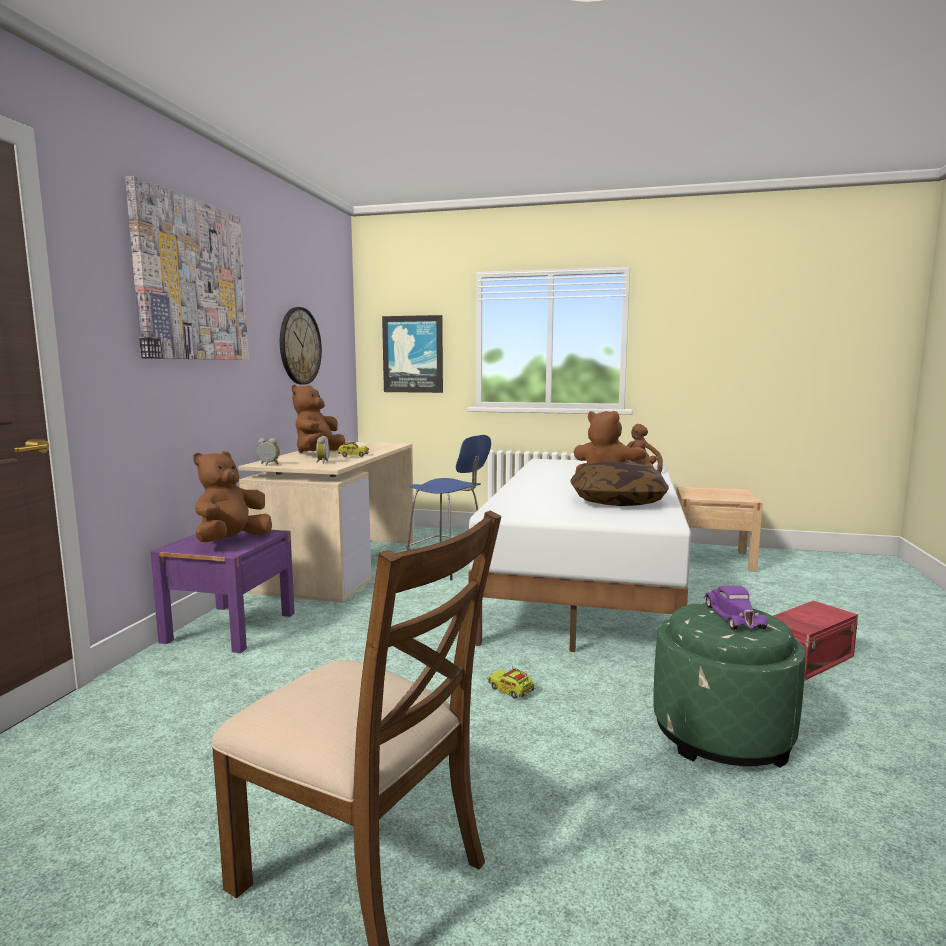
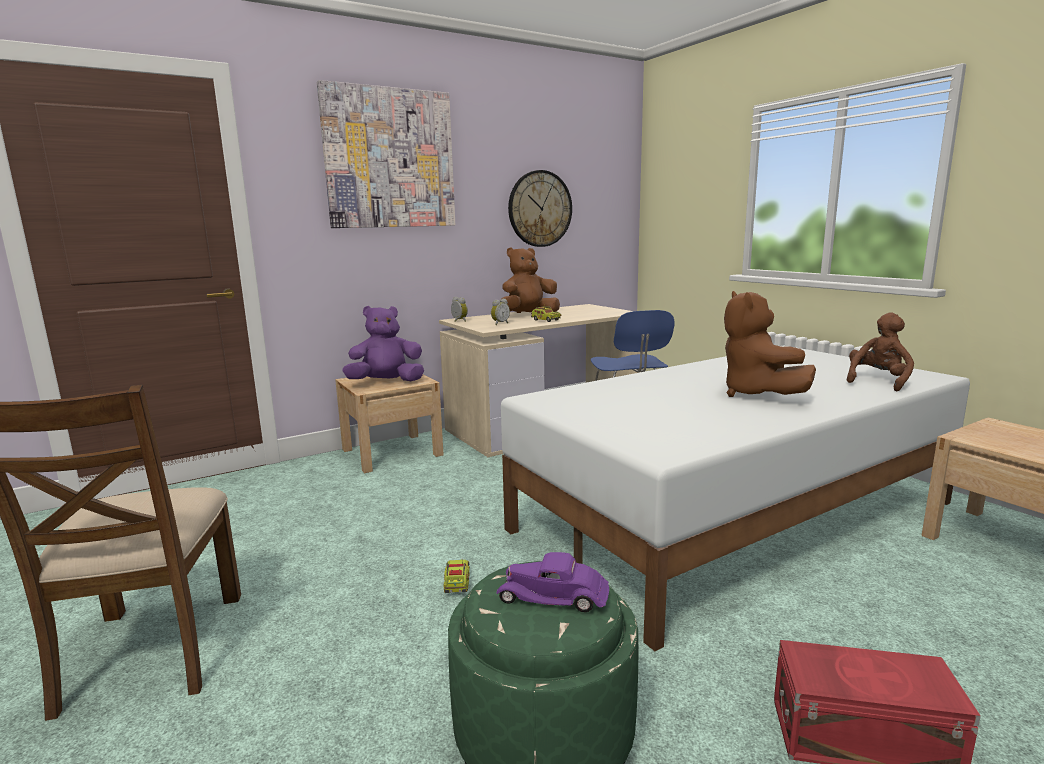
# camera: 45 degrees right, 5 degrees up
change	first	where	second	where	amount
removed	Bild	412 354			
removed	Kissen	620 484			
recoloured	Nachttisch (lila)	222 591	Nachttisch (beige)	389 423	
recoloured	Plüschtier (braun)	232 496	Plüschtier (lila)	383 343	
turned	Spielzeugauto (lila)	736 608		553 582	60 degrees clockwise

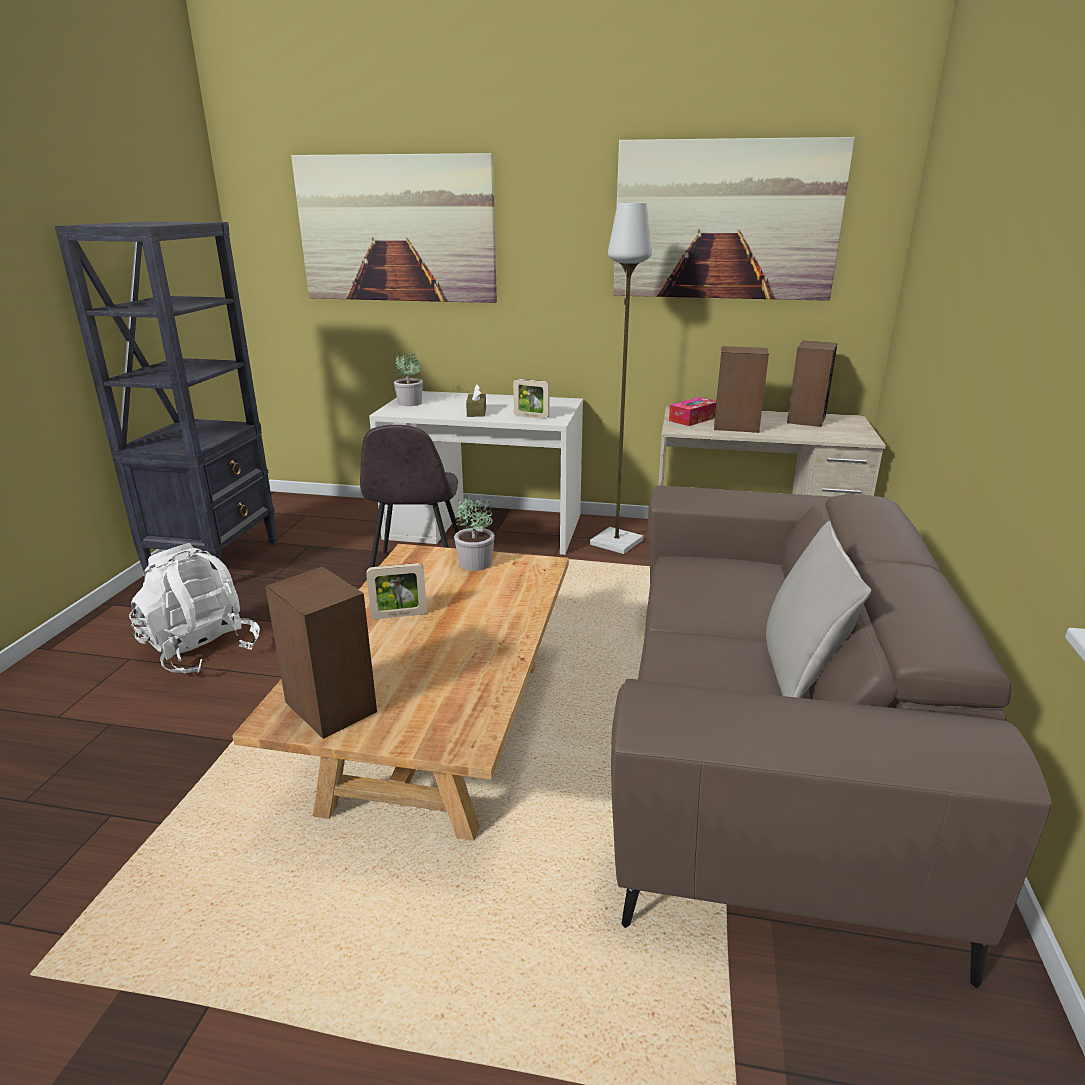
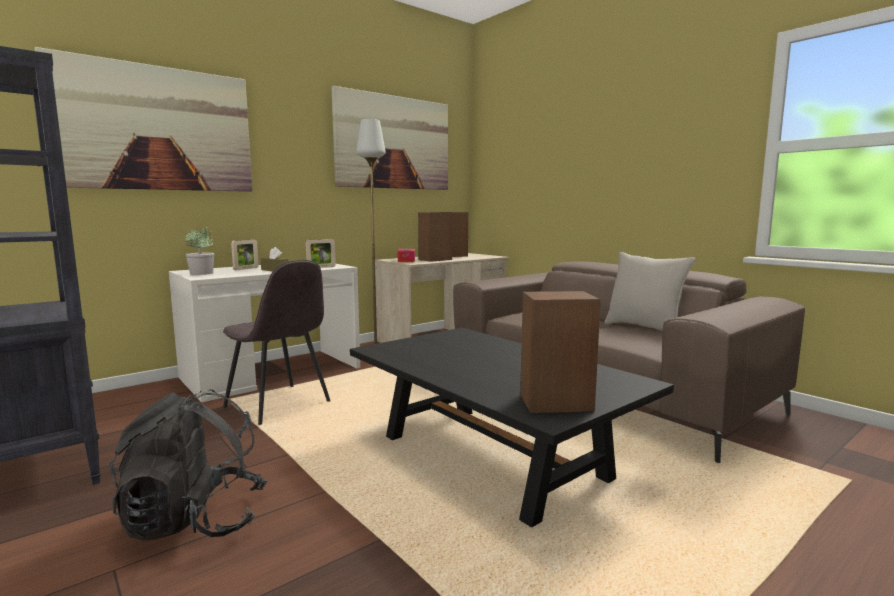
# camera: 50 degrees left, 15 degrees down
change	first	where	second	where	amount
removed	Topfpflanze	474 534			
moved	Bilderrahmen	396 591		245 254	
recoloured	Rucksack (weiß)	194 608	Rucksack (schwarz)	188 465	
recoloured	Couchtisch (beige)	400 692	Couchtisch (schwarz)	512 427	

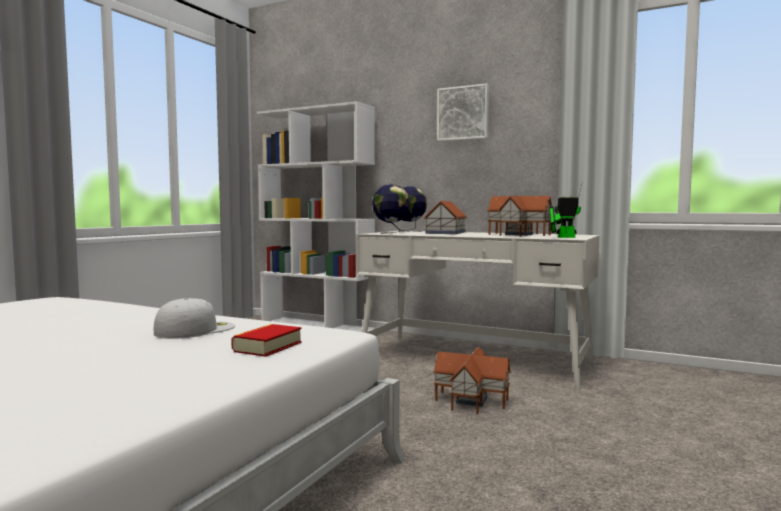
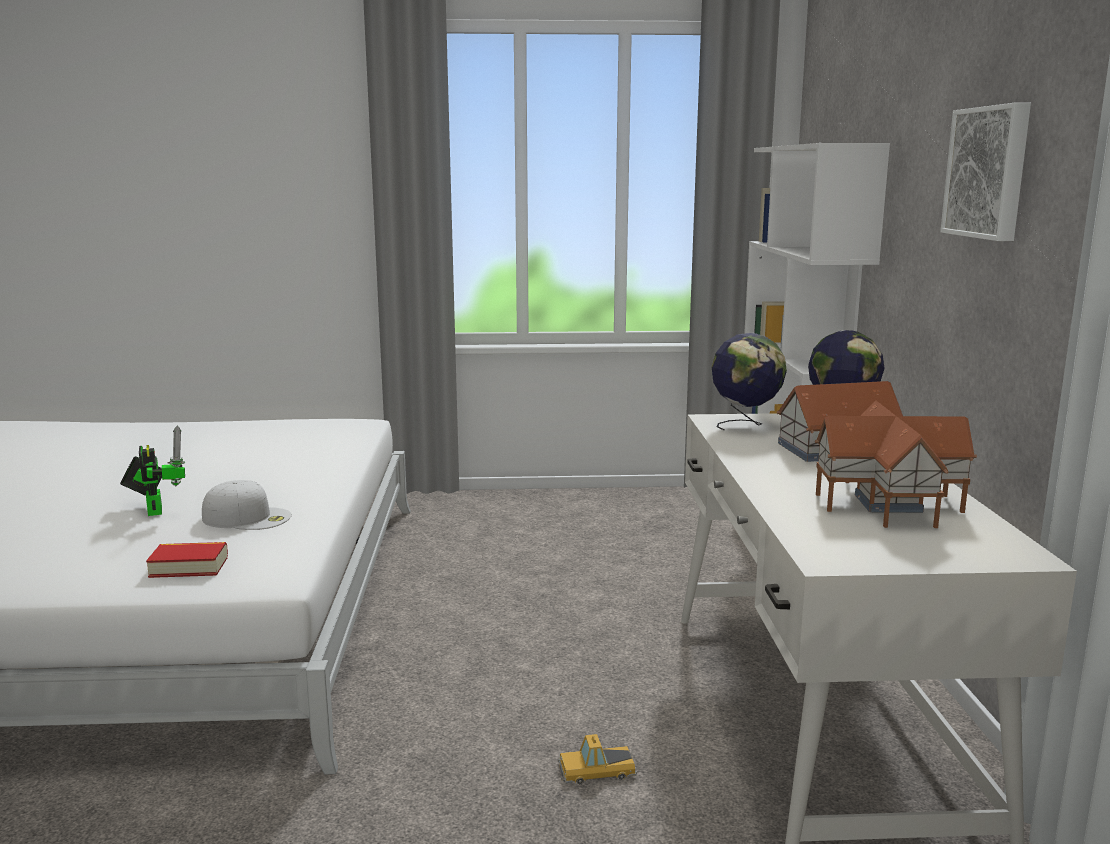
# camera: 60 degrees right, 10 degrees up
change	first	where	second	where	amount
moved	Spielzeugroboter	565 210		152 470	
replaced	Spielzeughaus	472 380	Spielzeugauto	597 759	

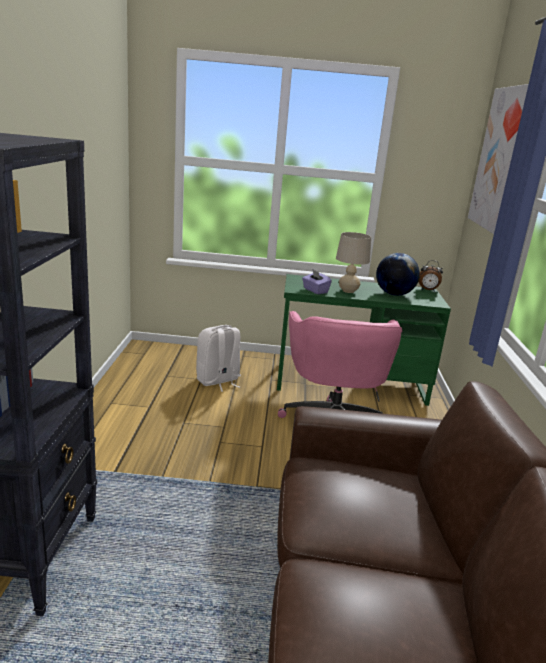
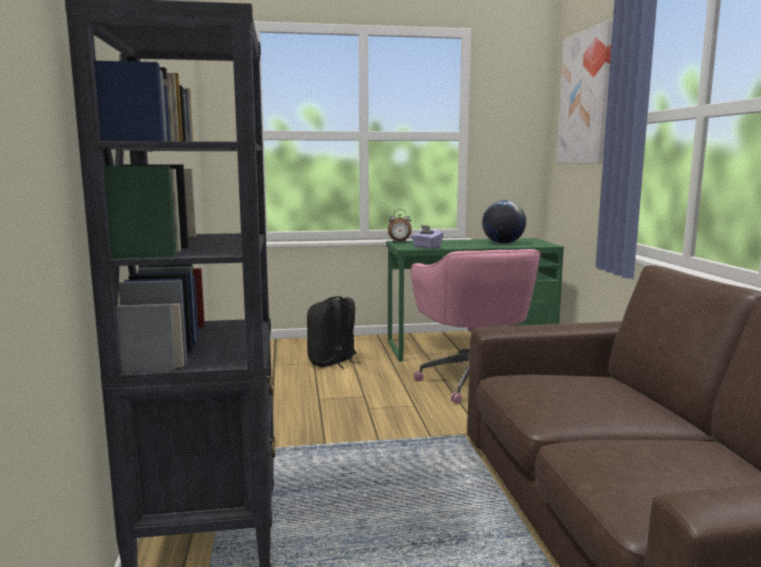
# camera: 10 degrees left, 10 degrees down
change	first	where	second	where	amount
removed	Tischlampe (beige)	353 262			
moved	Wecker	430 276		400 225	
recoloured	Rucksack (weiß)	218 358	Rucksack (schwarz)	333 332	

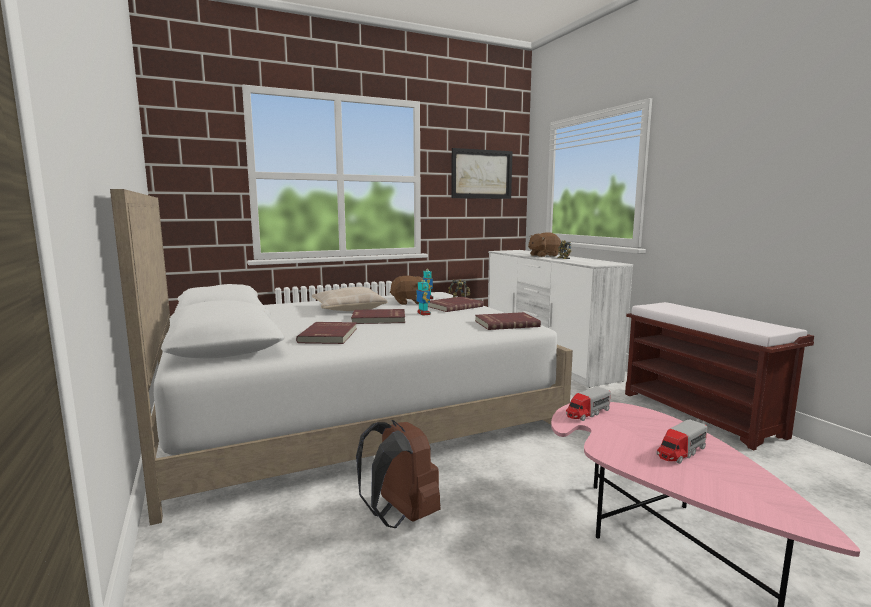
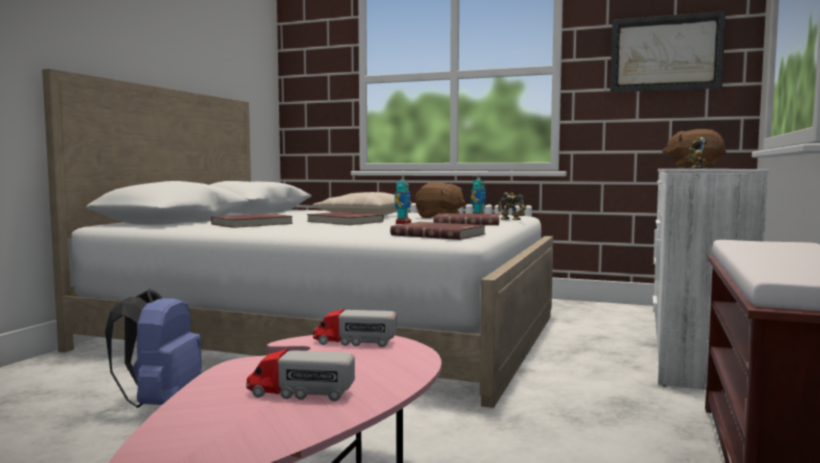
# camera: 45 degrees right, 5 degrees down
change	first	where	second	where	amount
recoloured	Rucksack (braun)	398 474	Rucksack (blau)	154 348	

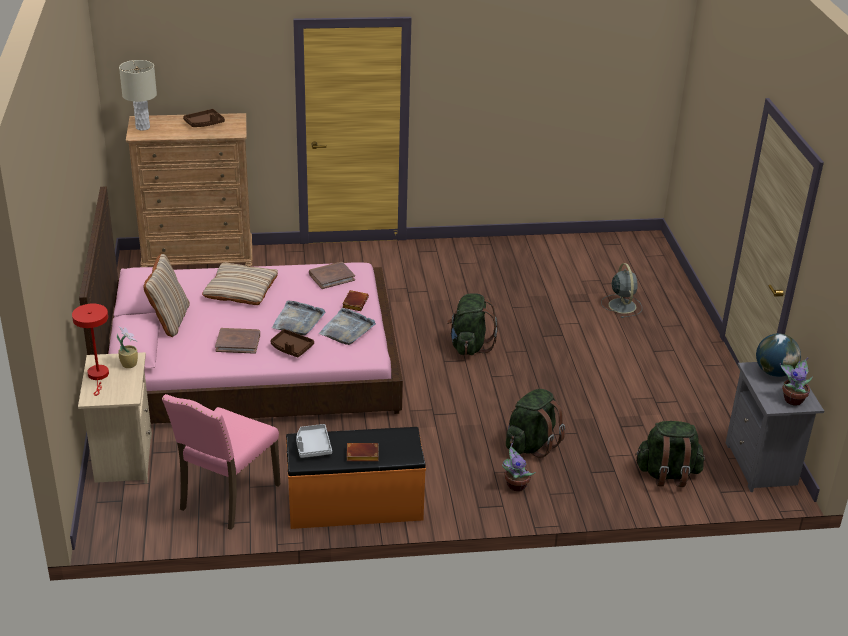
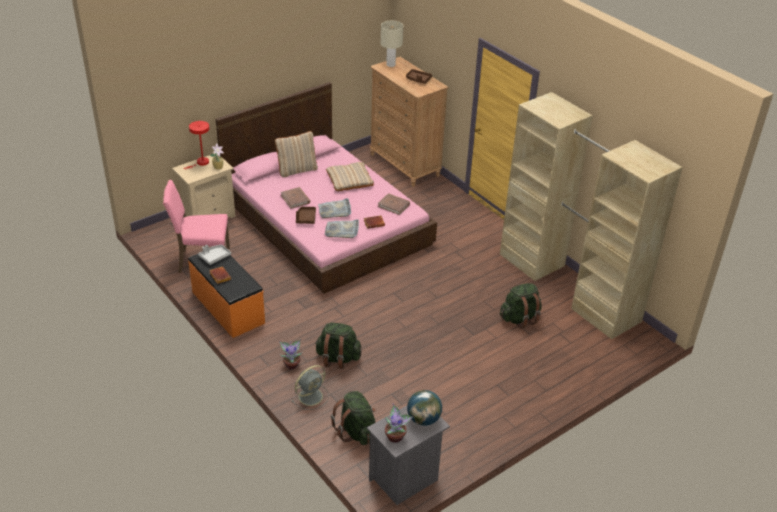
# camera: 60 degrees right, 5 degrees up
change	first	where	second	where	amount
added			Kleiderschrank (beige)	591 215	
moved	Rucksack (grün)	472 324		521 306	
moved	Ventilator (grau)	621 290		310 387	

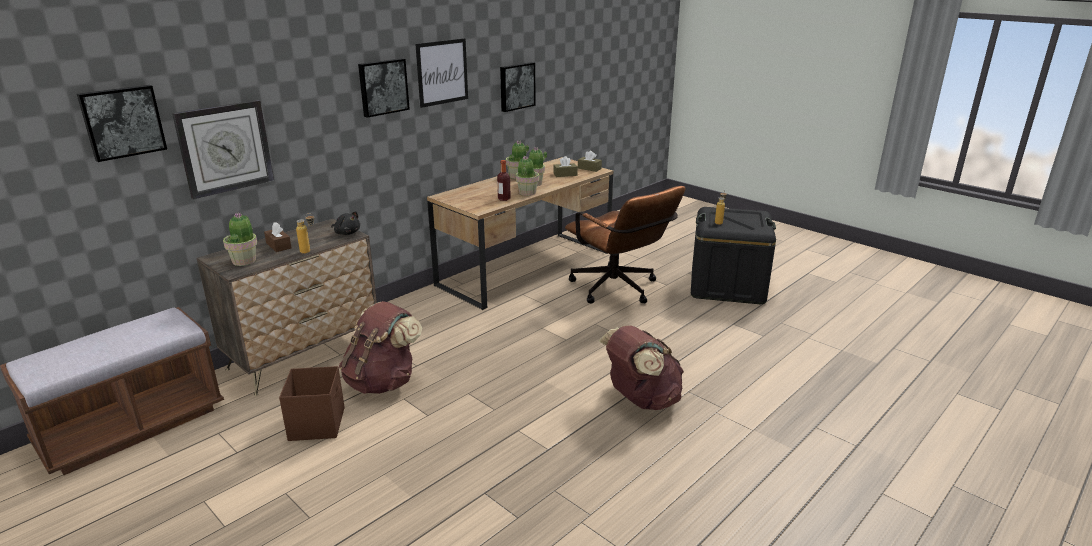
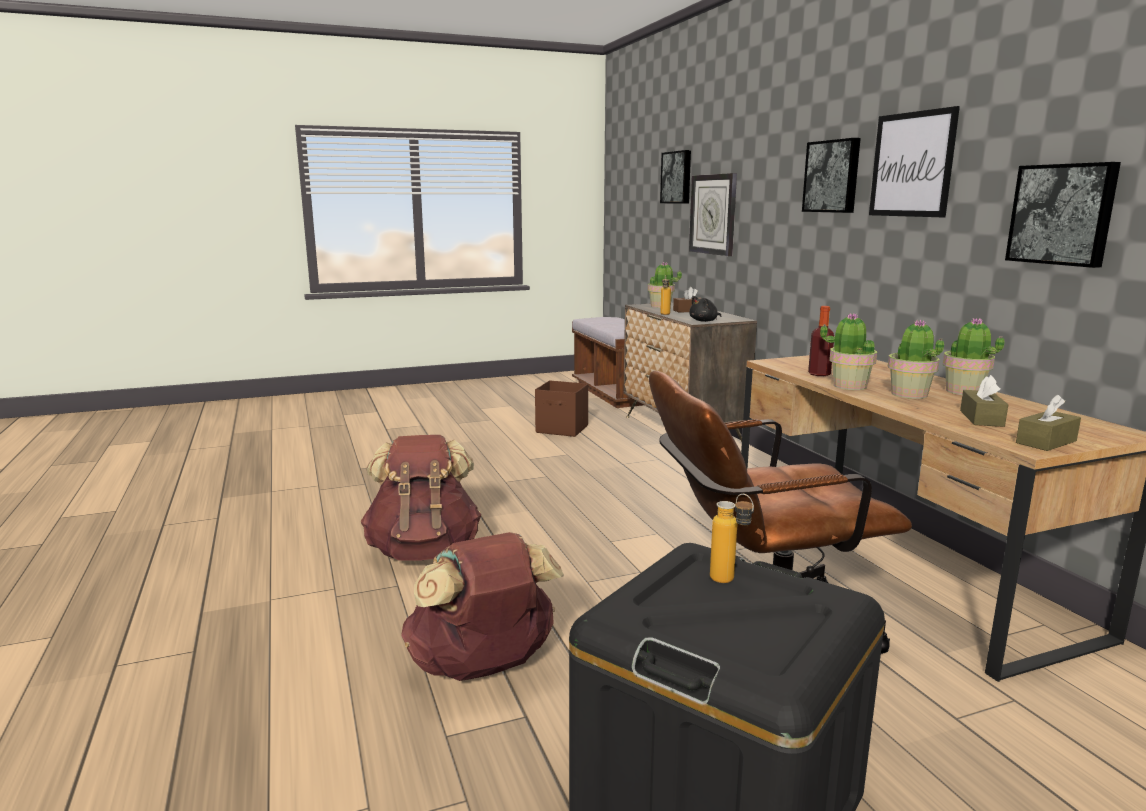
# camera: 115 degrees right, 10 degrees down
change	first	where	second	where	amount
moved	Rucksack (braun)	380 347		482 606	

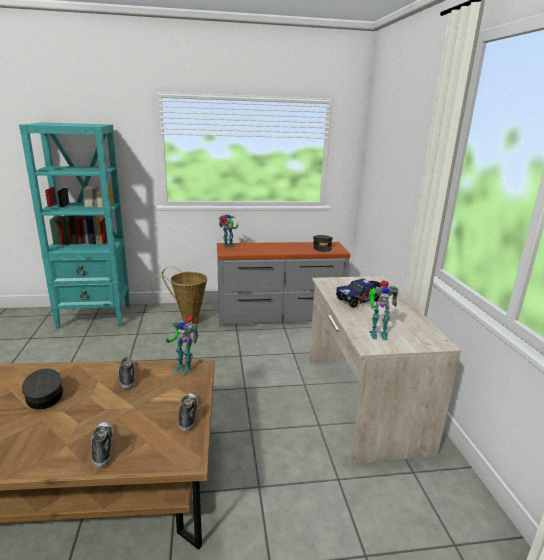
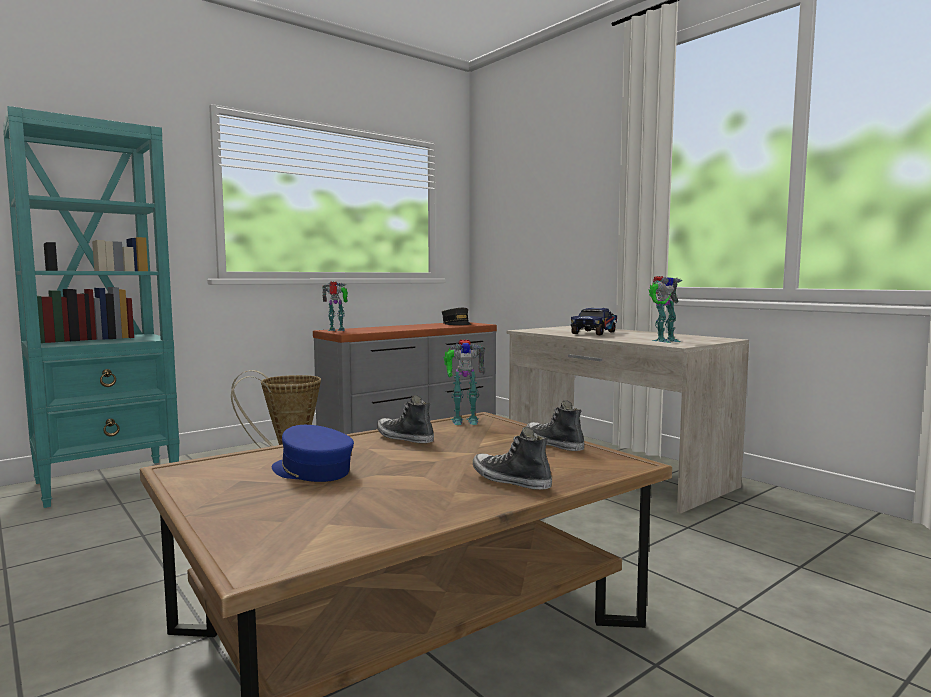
# camera: 30 degrees left, 15 degrees down
change	first	where	second	where	amount
recoloured	Kappe (grau)	43 388	Kappe (blau)	313 453	

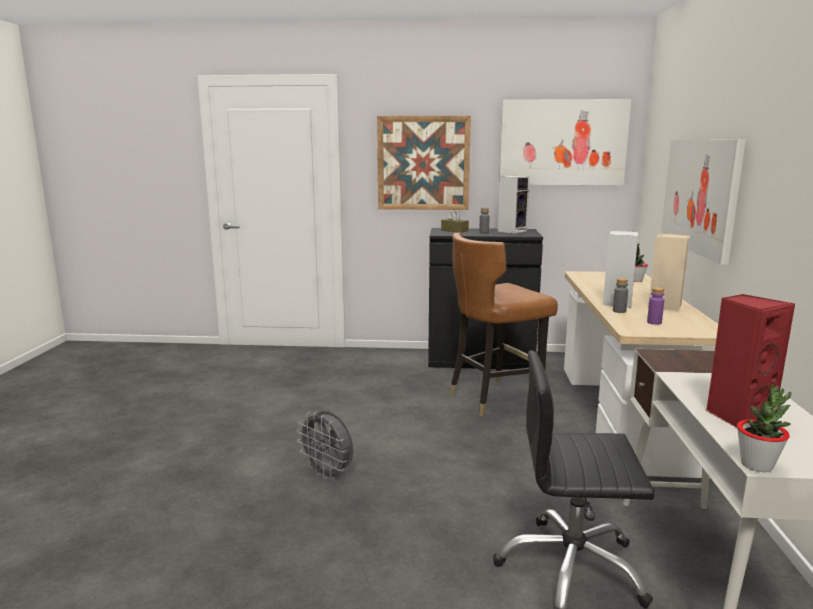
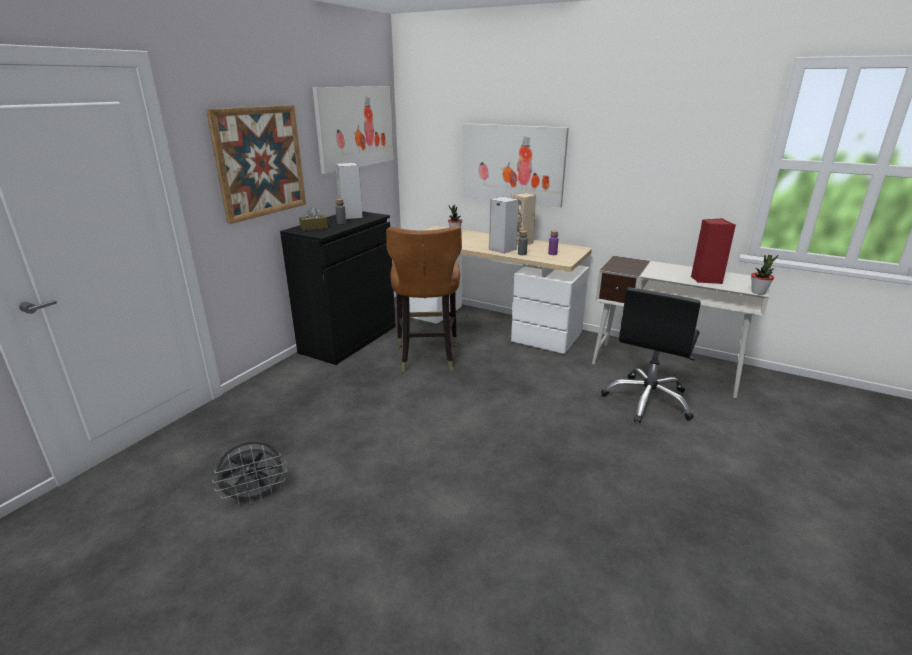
# camera: 65 degrees left, 10 degrees up
change	first	where	second	where	amount
moved	Ventilator (grau)	325 445		249 473	

